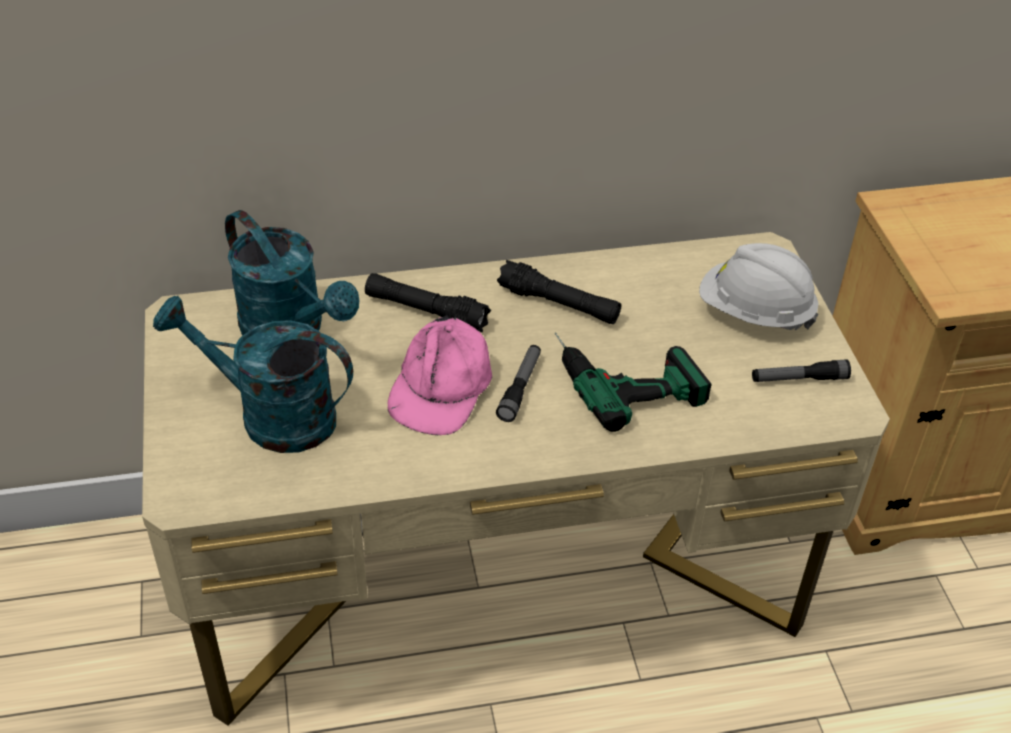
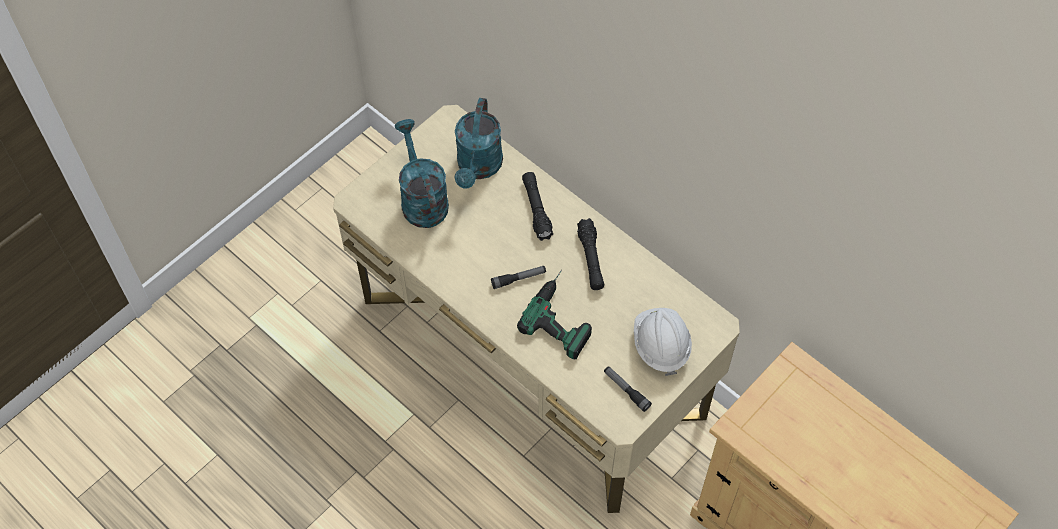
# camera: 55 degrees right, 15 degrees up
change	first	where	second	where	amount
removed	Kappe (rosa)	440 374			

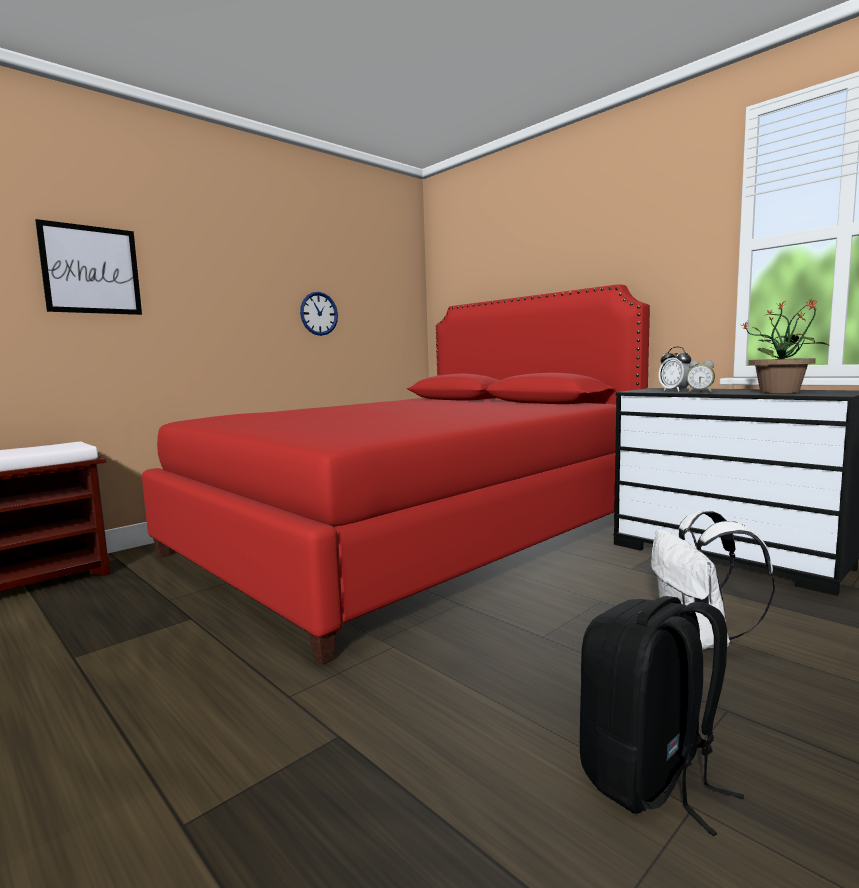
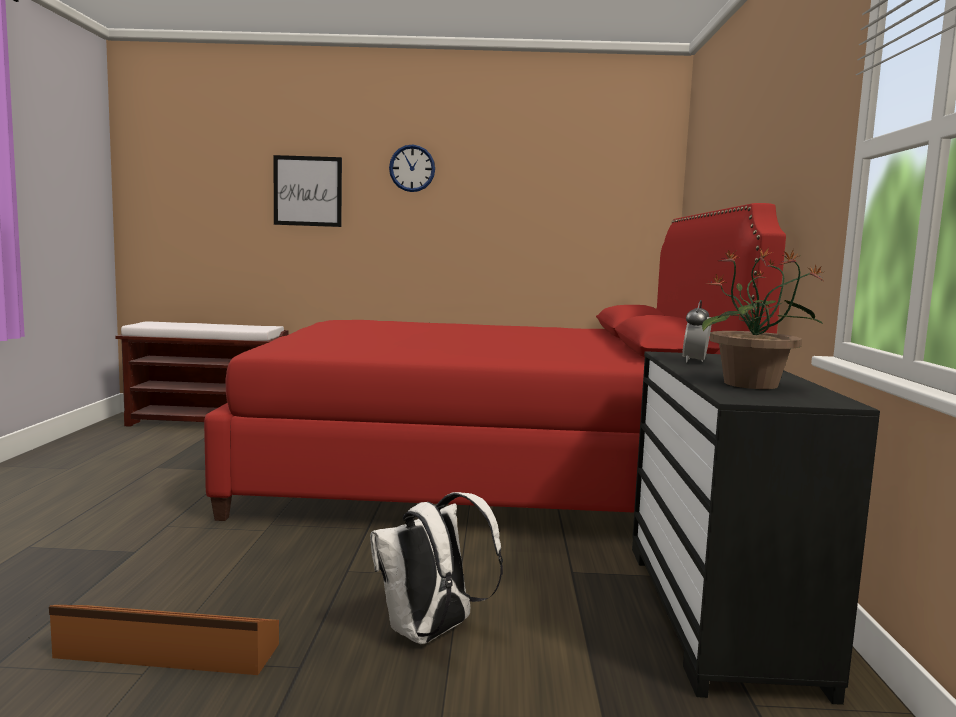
# camera: 45 degrees right, 0 degrees up
change	first	where	second	where	amount
removed	Wecker	701 376			
moved	Wanduhr	319 314		412 168	
replaced	Rucksack (schwarz)	662 716	Aufbewahrungsbox (braun)	164 640	

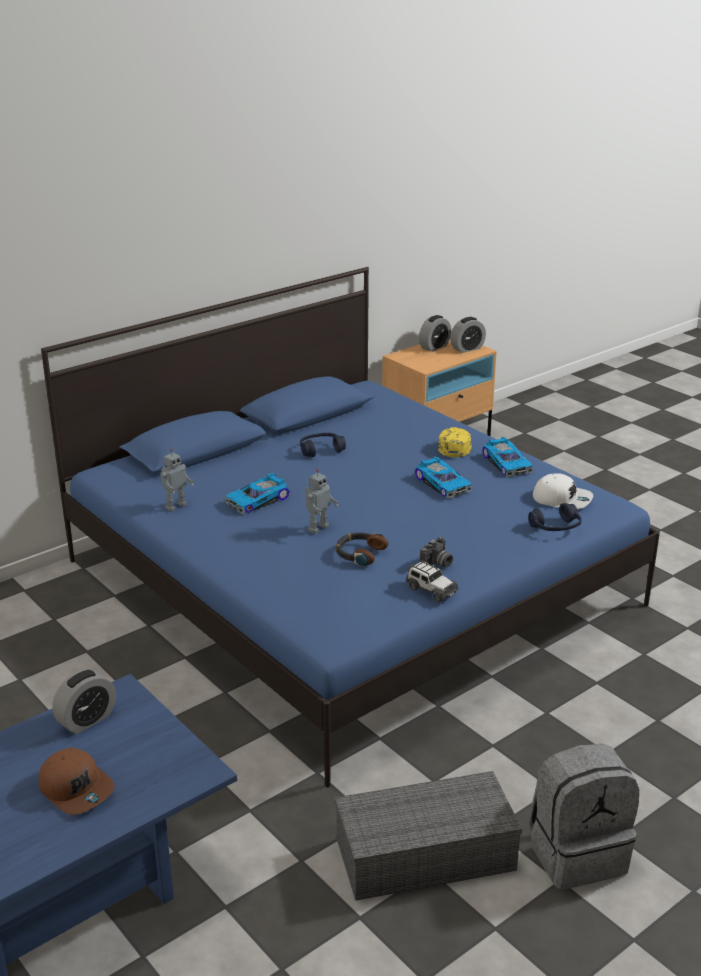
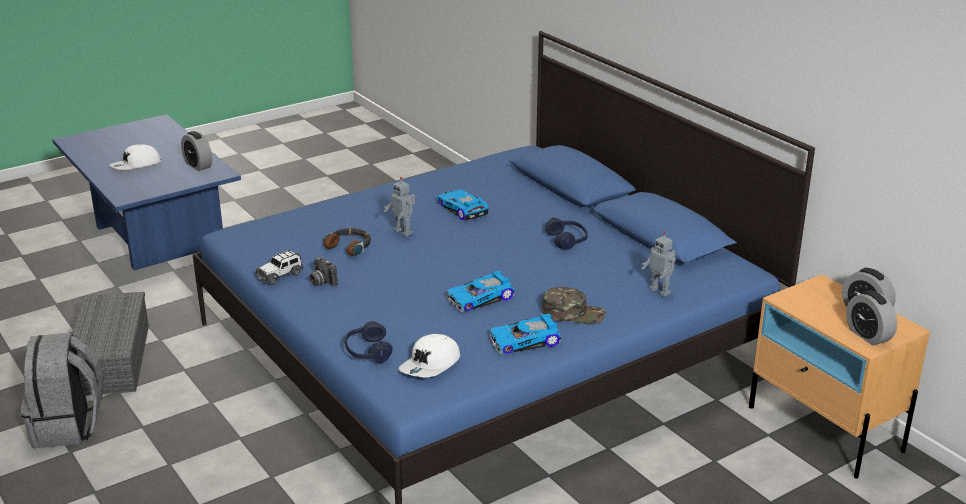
# camera: 95 degrees right, 0 degrees up
change	first	where	second	where	amount
moved	Spielzeugroboter	177 480		658 264	
recoloured	Kappe (braun)	77 781	Kappe (weiß)	136 157	
recoloured	Kappe (gelb)	454 442	Kappe (grün)	574 305	

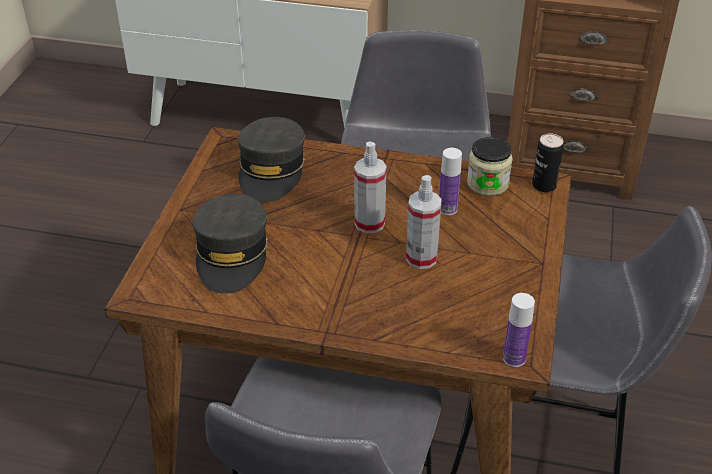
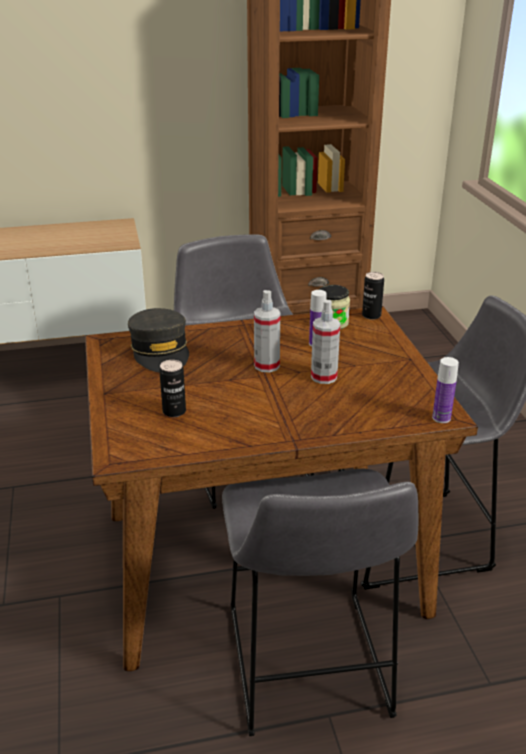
# camera: 25 degrees left, 10 degrees down
change	first	where	second	where	amount
replaced	Kappe (grau)	230 243	Dose	172 388	

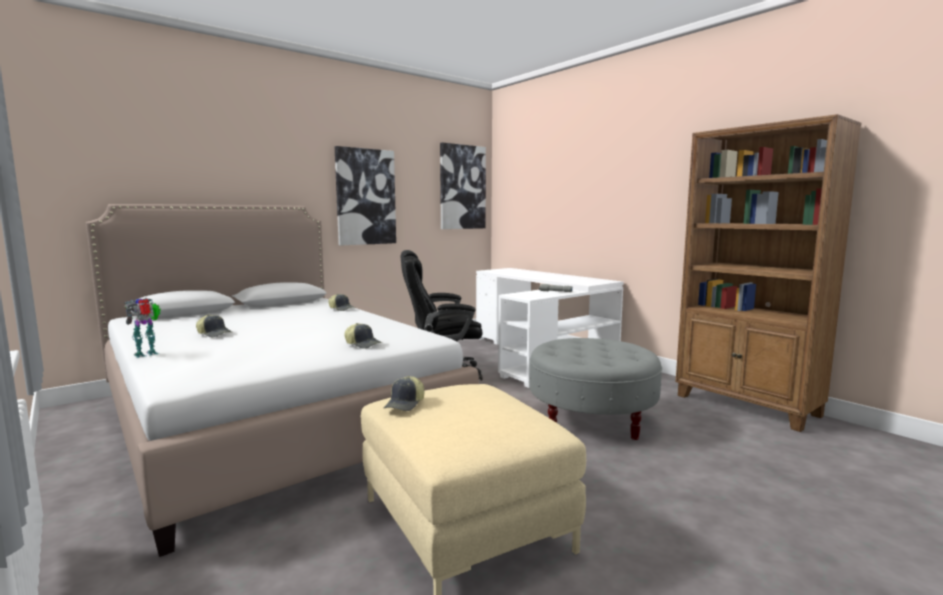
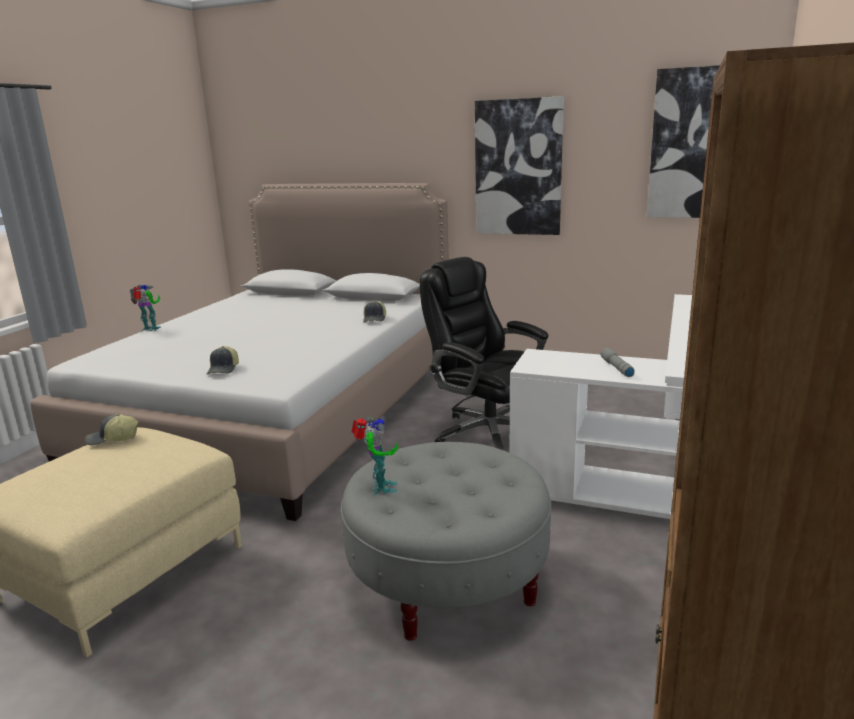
# camera: 60 degrees right, 10 degrees up
change	first	where	second	where	amount
removed	Kappe	214 325			
added			Spielzeugroboter	375 455	

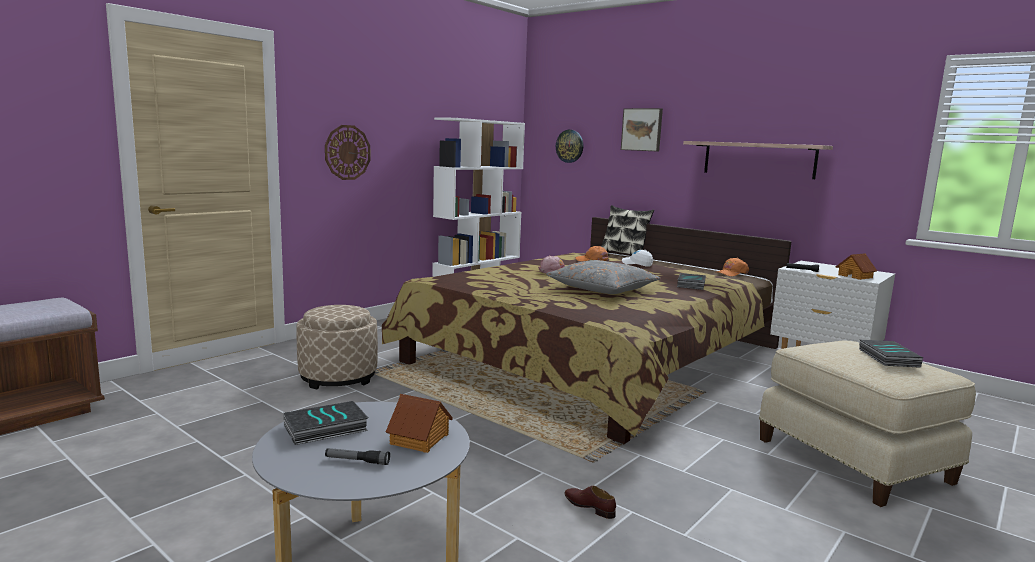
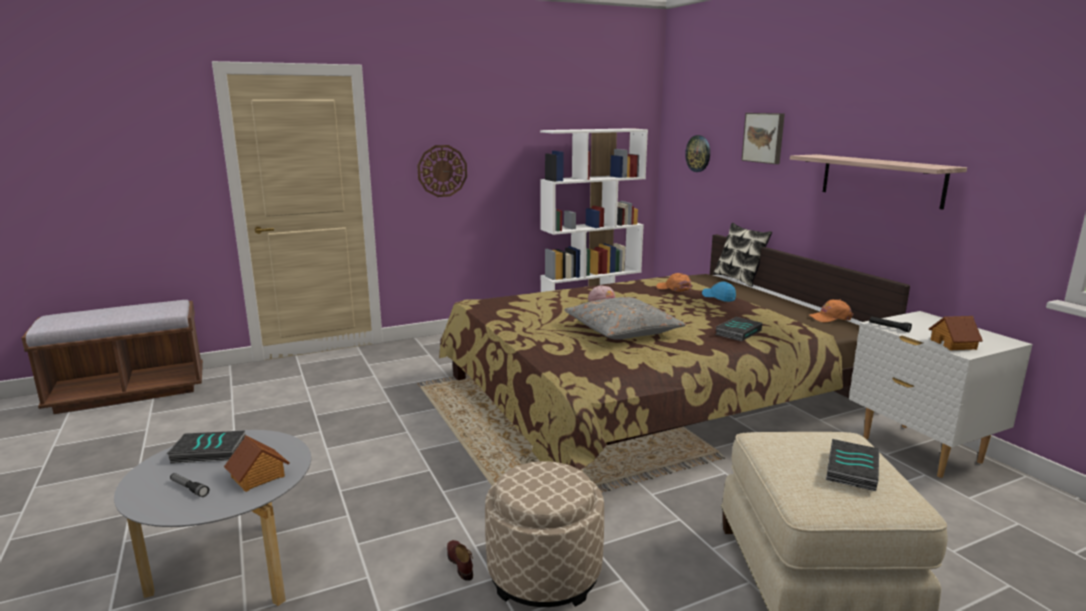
# camera: 25 degrees right, 5 degrees up
change	first	where	second	where	amount
moved	Polsterhocker (beige)	337 347		544 534	
recoloured	Kappe (weiß)	637 258	Kappe (blau)	719 291	

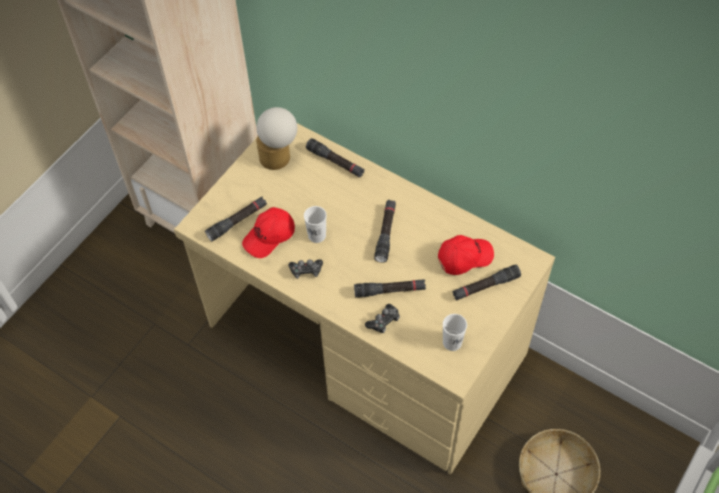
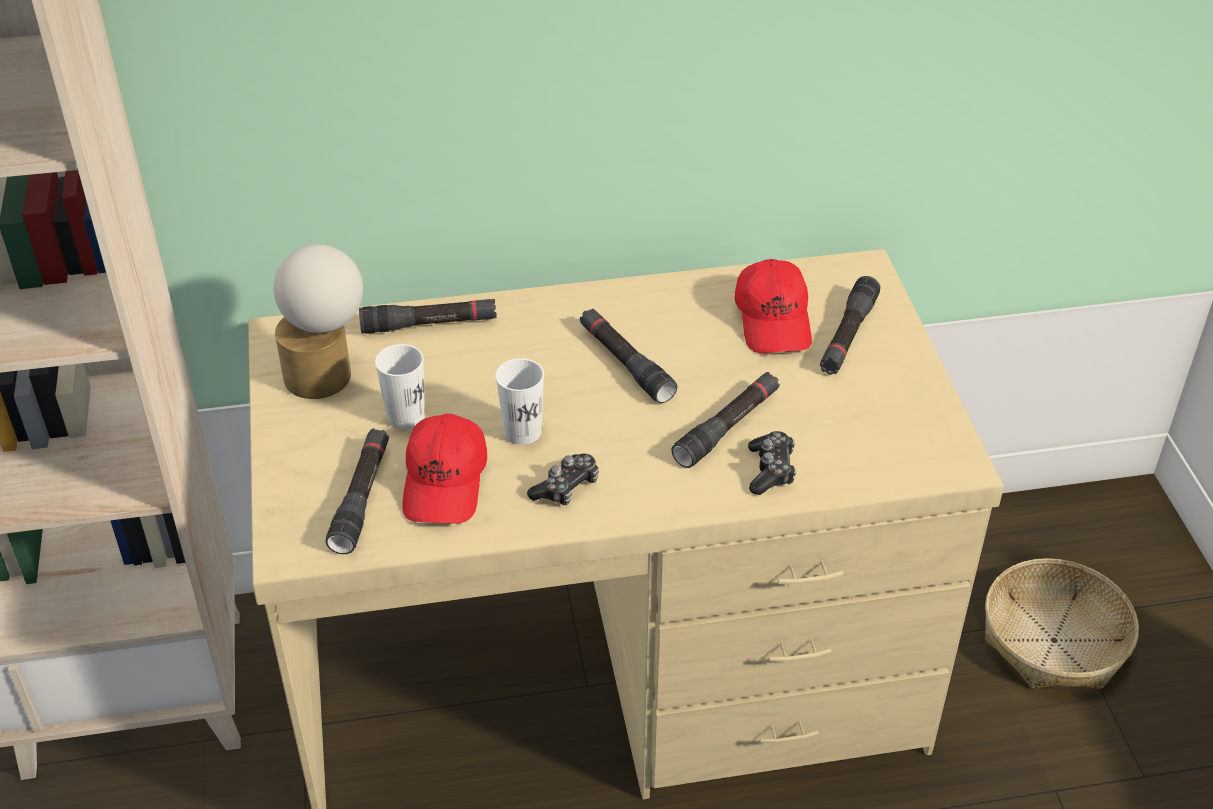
# camera: 45 degrees left, 15 degrees down
change	first	where	second	where	amount
moved	Tasse (weiß)	455 332		400 387	
turned	Kappe (rot)	466 255		773 306	150 degrees clockwise

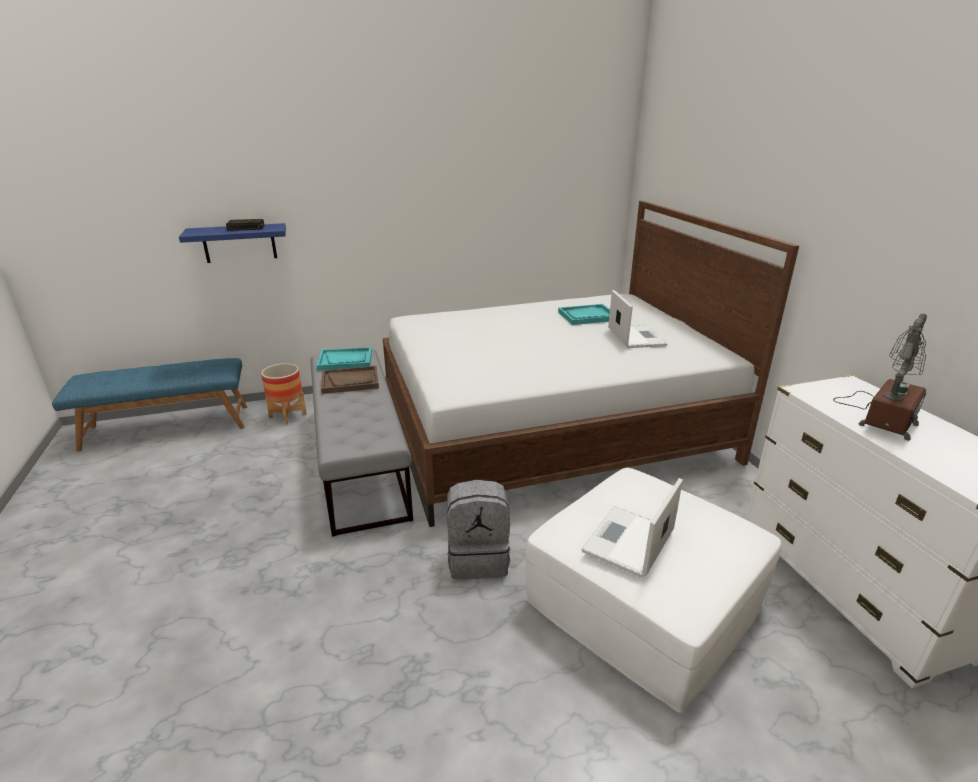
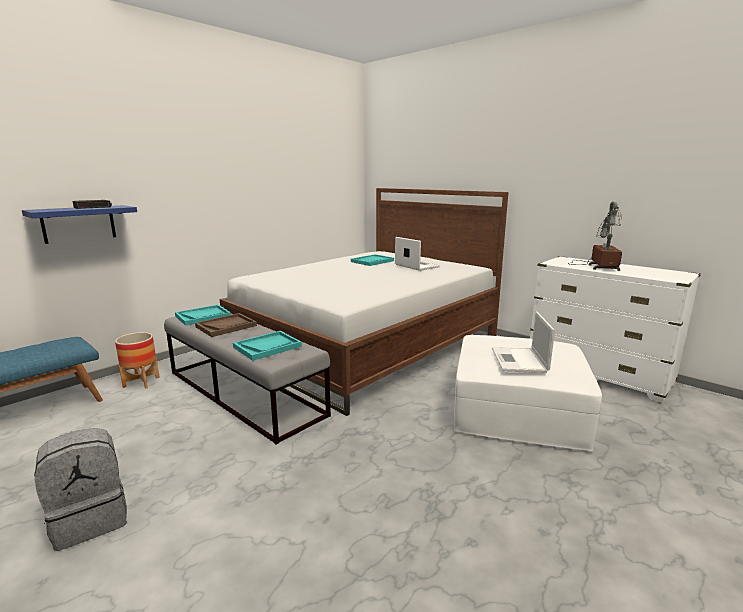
# camera: 30 degrees left, 10 degrees down
change	first	where	second	where	amount
added			Tablett (türkis)	267 346	
moved	Rucksack (grau)	479 529		80 489	

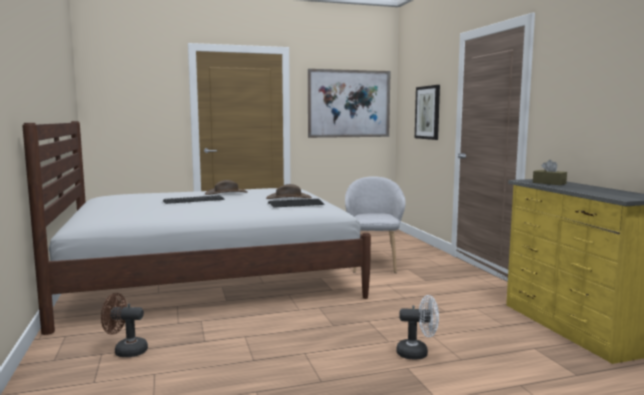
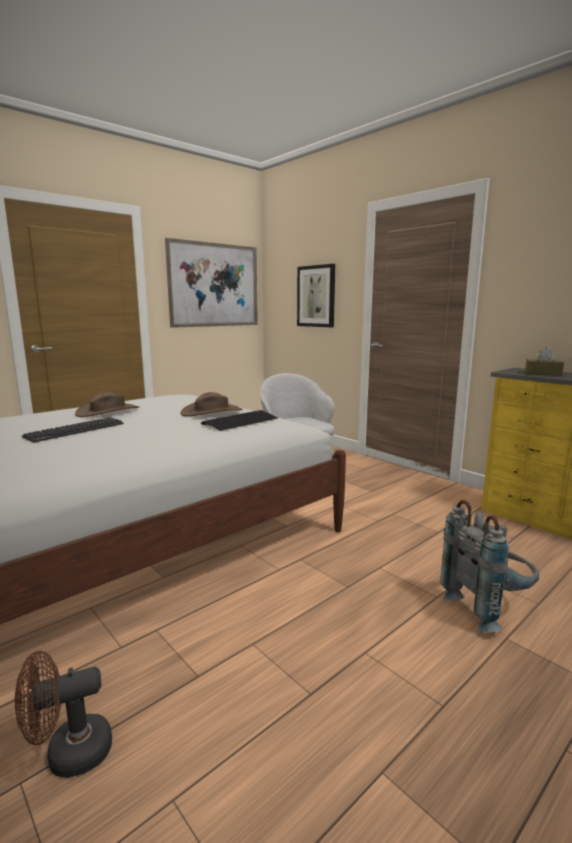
# camera: 25 degrees left, 5 degrees up
change	first	where	second	where	amount
replaced	Ventilator (weiß)	417 327	Rucksack (grau)	490 566	

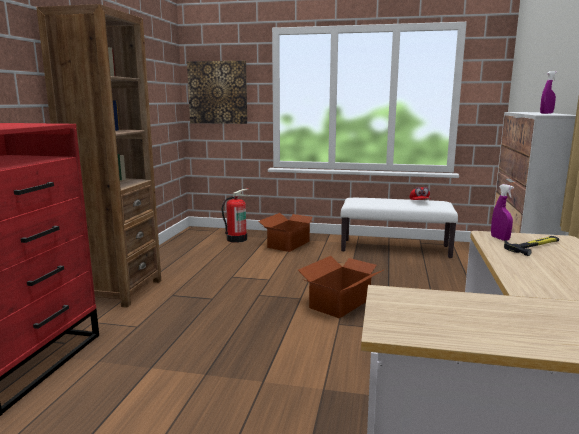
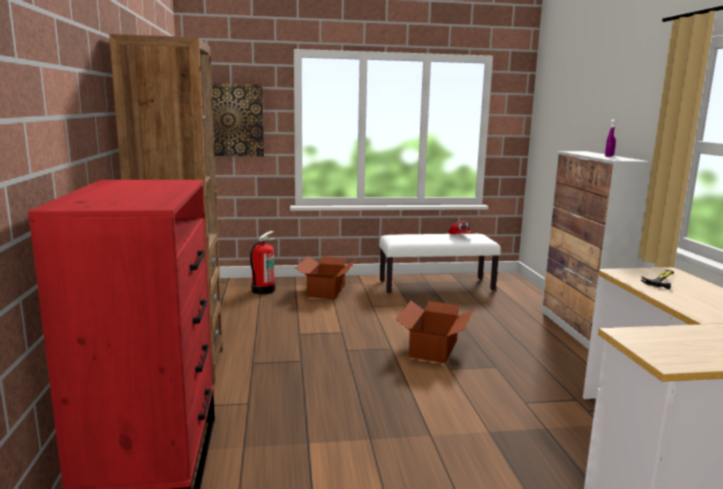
# camera: 20 degrees left, 0 degrees up
change	first	where	second	where	amount
removed	Sprühflasche (lila)	502 212			

